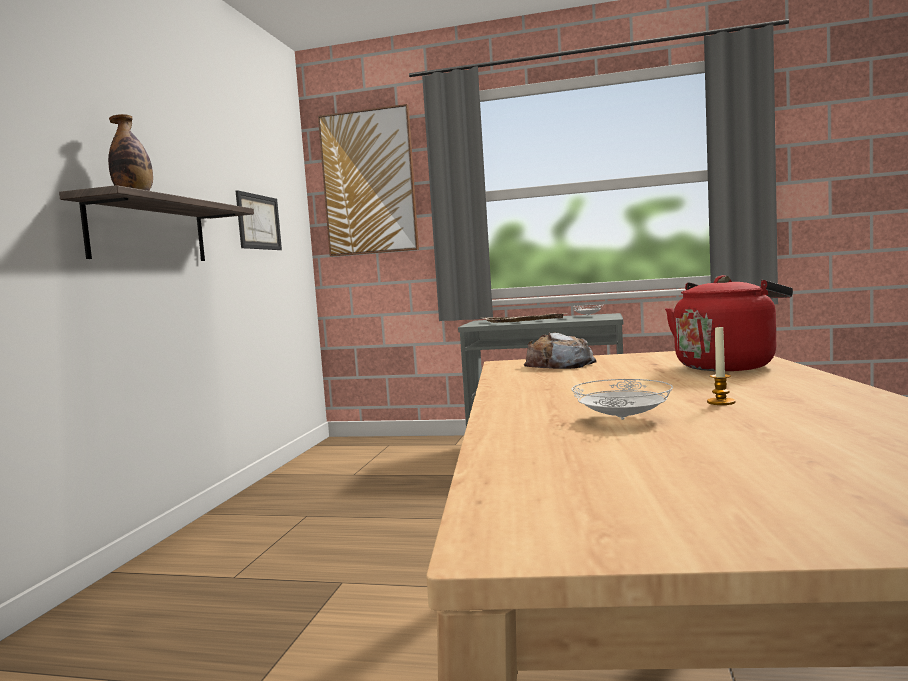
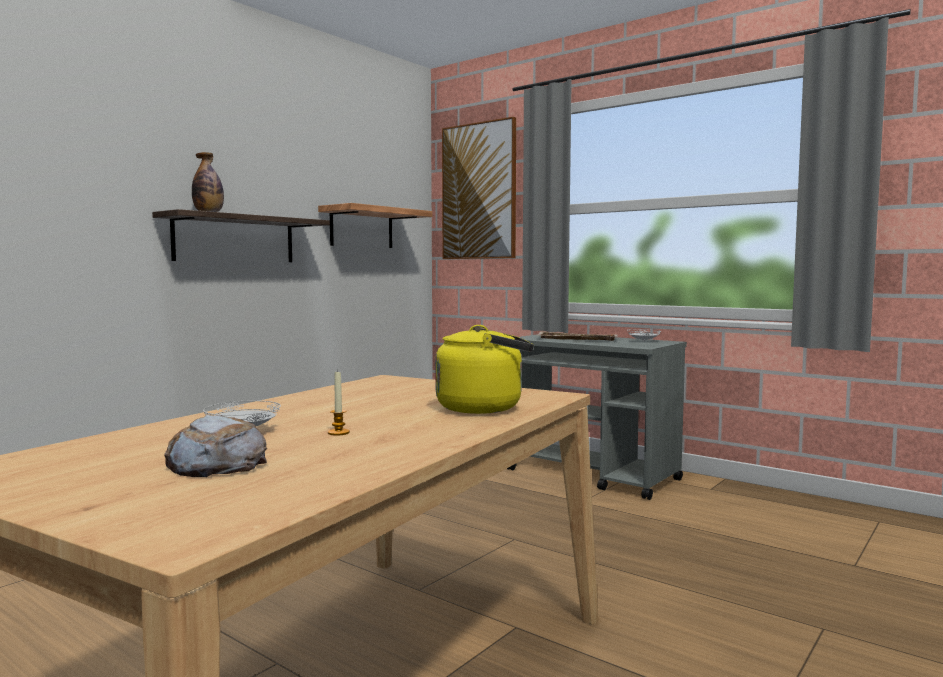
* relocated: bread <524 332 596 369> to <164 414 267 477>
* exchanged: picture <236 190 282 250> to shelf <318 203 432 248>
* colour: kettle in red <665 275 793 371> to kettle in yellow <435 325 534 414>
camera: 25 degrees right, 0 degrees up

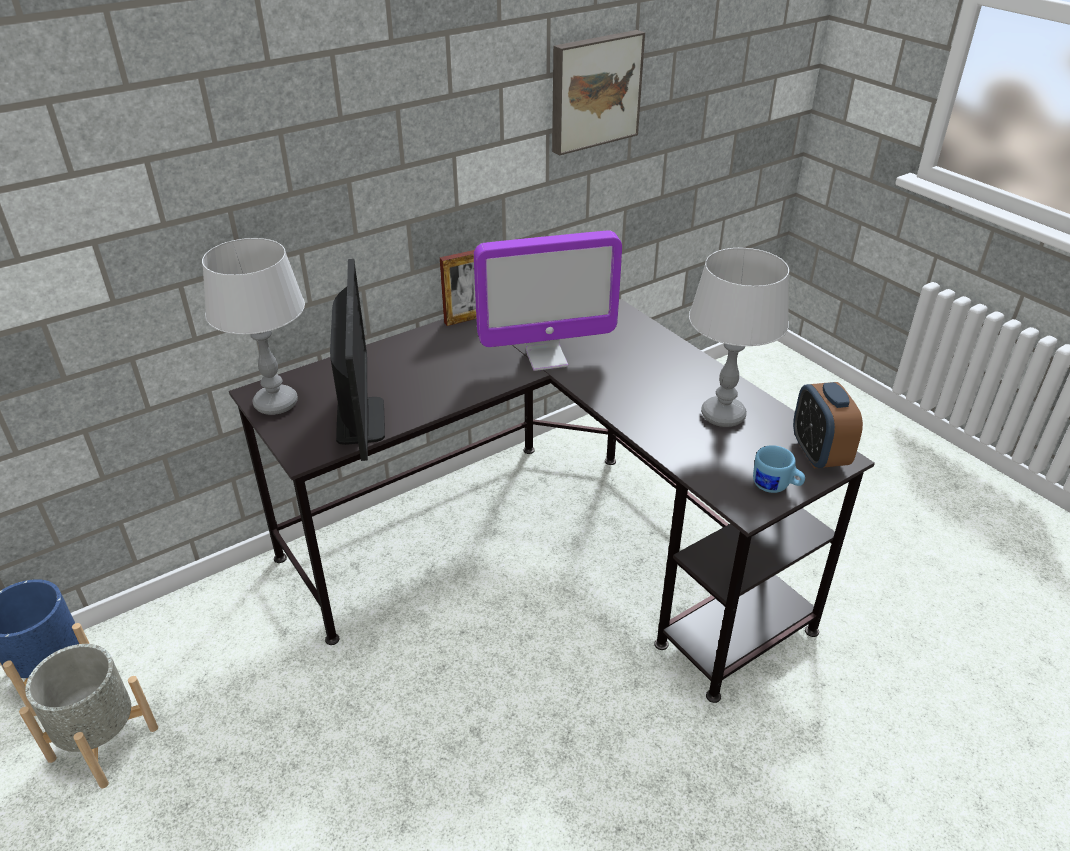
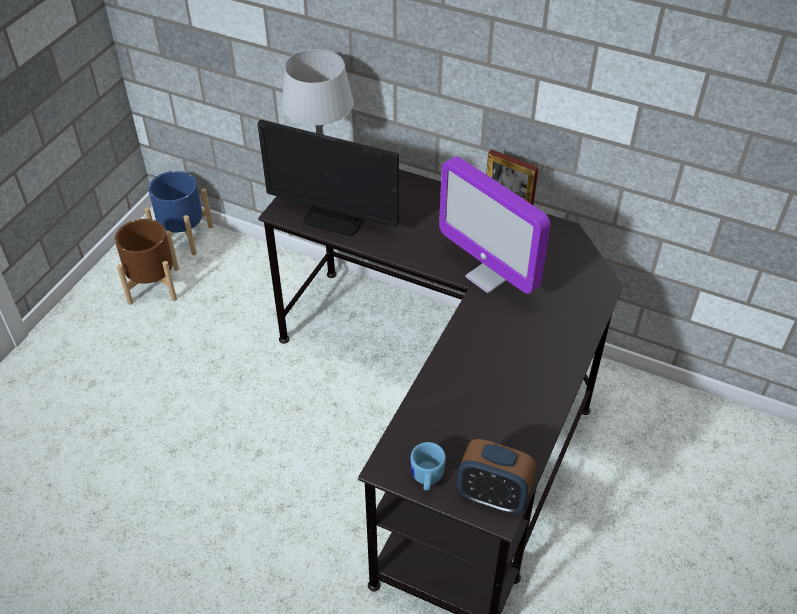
* missing: picture <552 30 645 156>
* missing: table lamp in grey <689 248 789 427>
* colour: planter in grey <19 644 158 788> to planter in brown <115 219 179 305>
* spun: monitor <330 259 385 461> = <257 120 399 236> 60 degrees clockwise
* spun: alarm clock <793 382 863 468> = <457 439 536 513> 120 degrees counterclockwise
camera: 60 degrees right, 10 degrees up

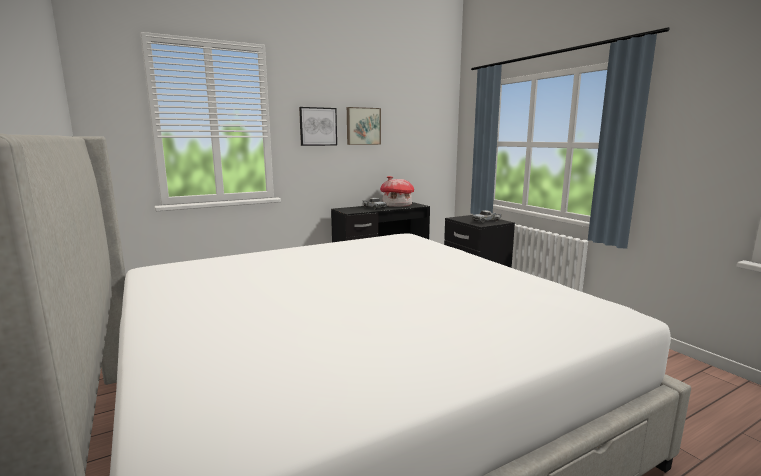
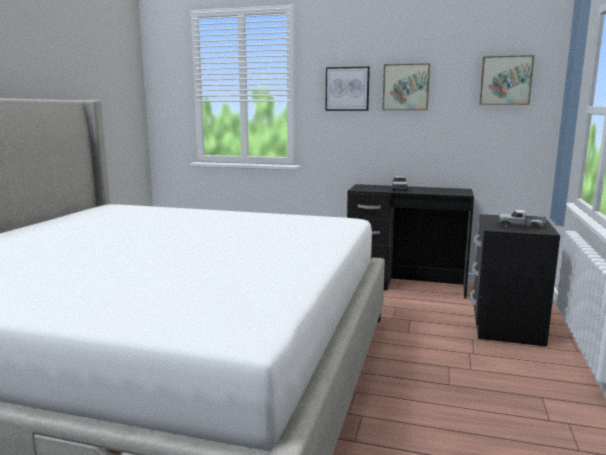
* missing: toy house <380 176 414 207>
* appeared: picture <479 55 534 105>
camera: 45 degrees right, 0 degrees up

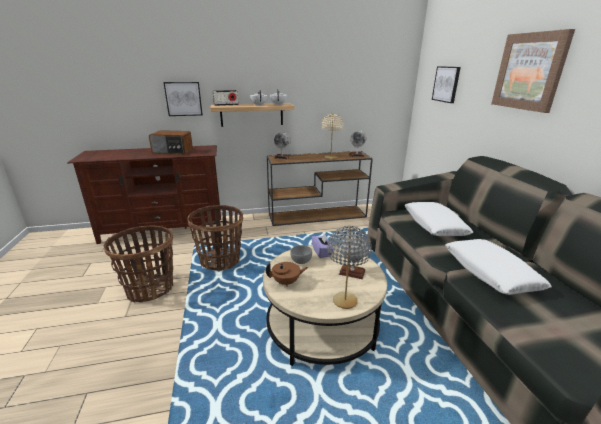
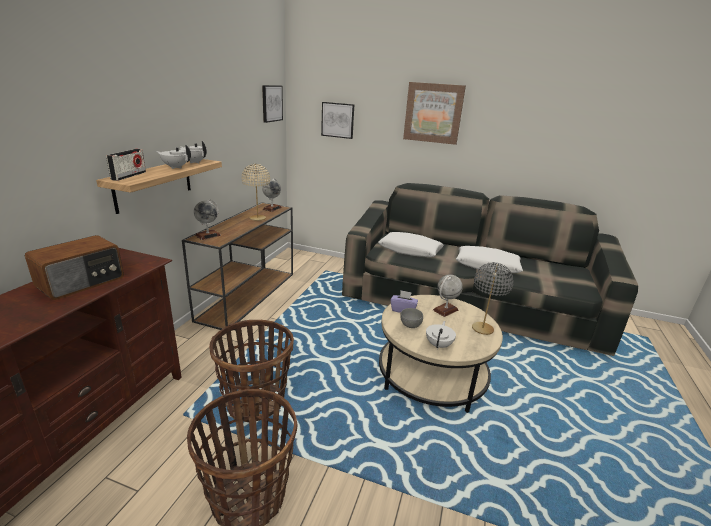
* relocated: picture <163 82 203 116> to <262 85 283 123>
* colour: teapot in brown <266 262 308 287> to teapot in white <426 321 456 349>
camera: 60 degrees left, 0 degrees up

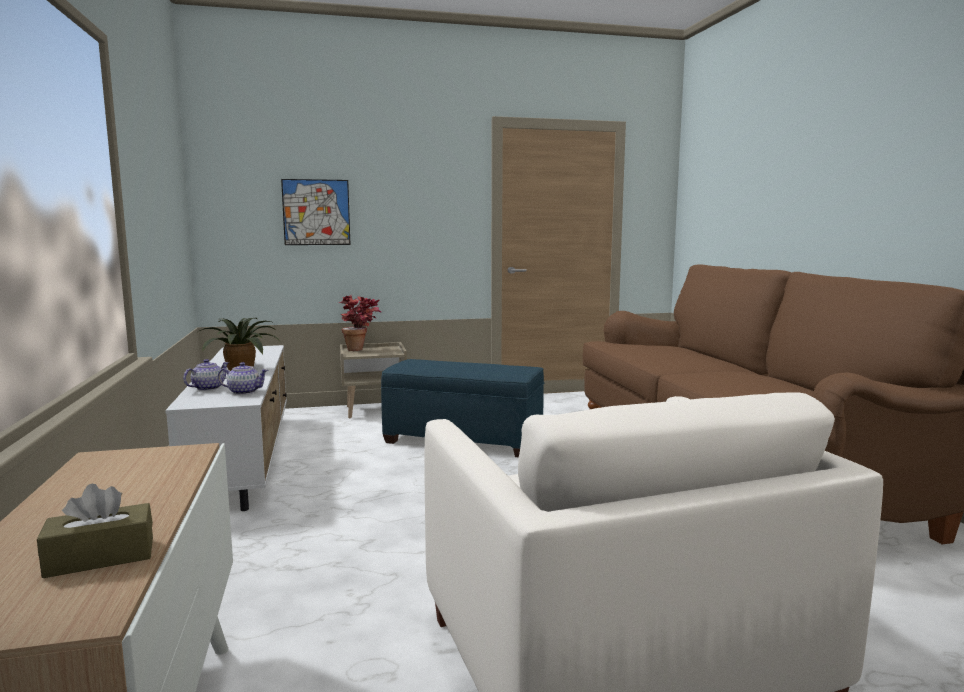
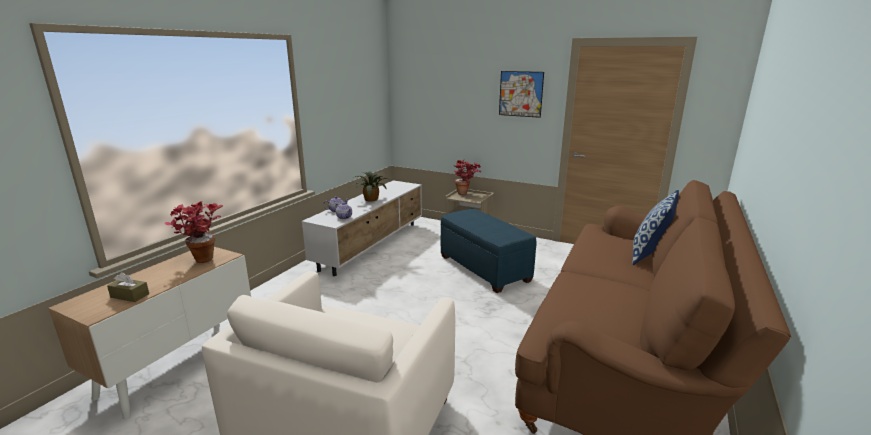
* appeared: potted plant <164 201 223 263>
* appeared: pillow <632 190 679 265>
* relocated: picture <281 179 351 245> to <499 71 544 118>
camera: 40 degrees right, 10 degrees up

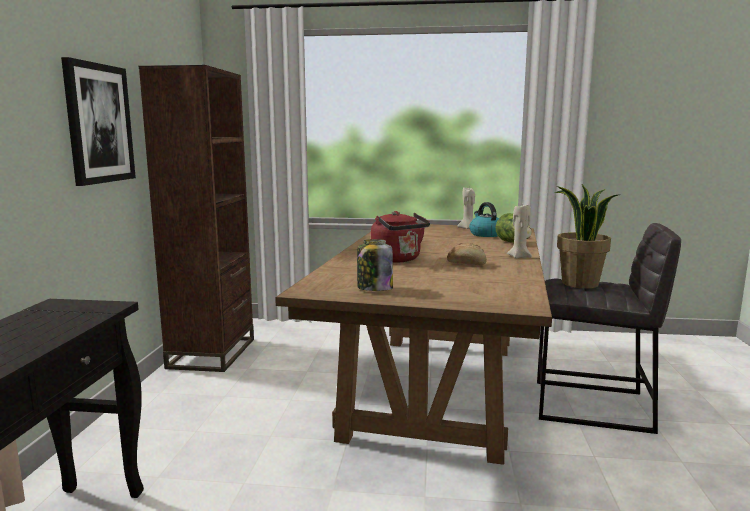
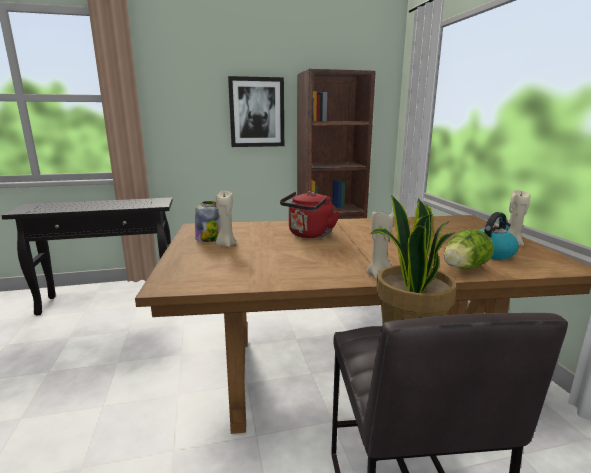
* missing: bread <447 243 487 266>
* appeared: candle in beige <216 191 237 247>
camera: 70 degrees right, 5 degrees up

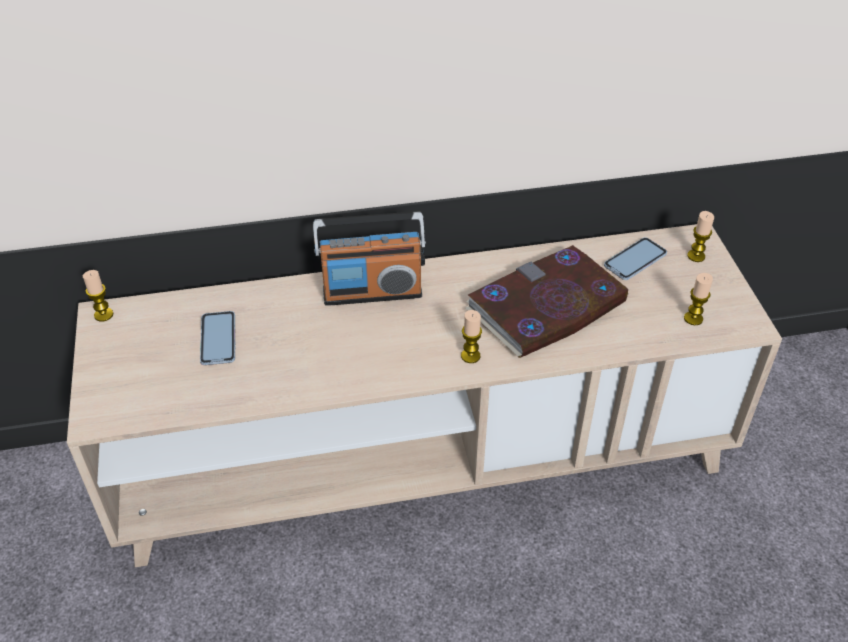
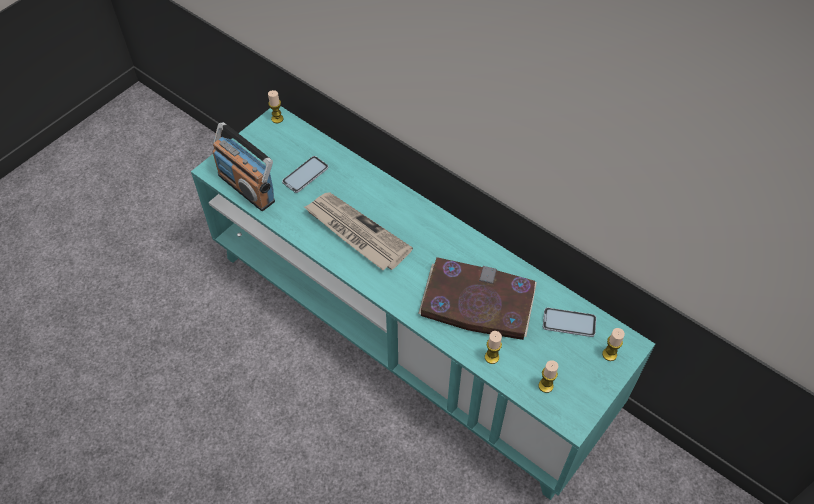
* appeared: newspaper <304 192 413 270>
* relocated: radio <313 212 426 306> to <212 122 275 211>
* relocated: candle <461 310 482 363> to <485 331 502 364>
* colour: tv stand in beige <67 224 782 567> to tv stand in turquoise <191 106 655 500>
camera: 50 degrees right, 10 degrees up

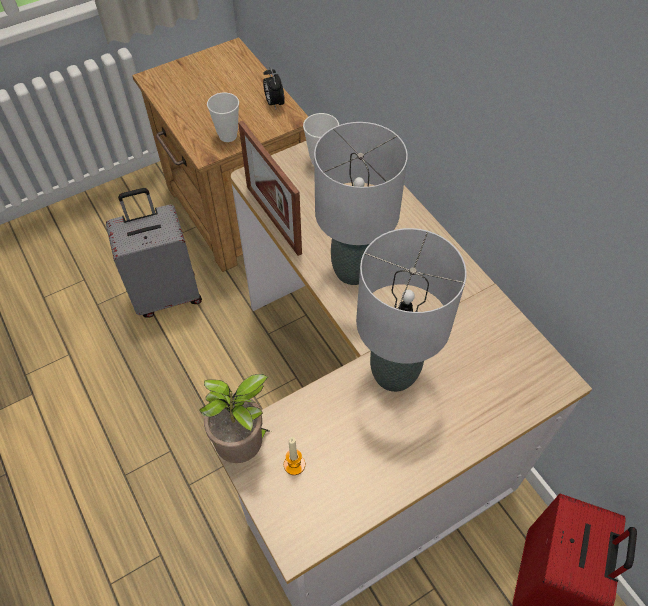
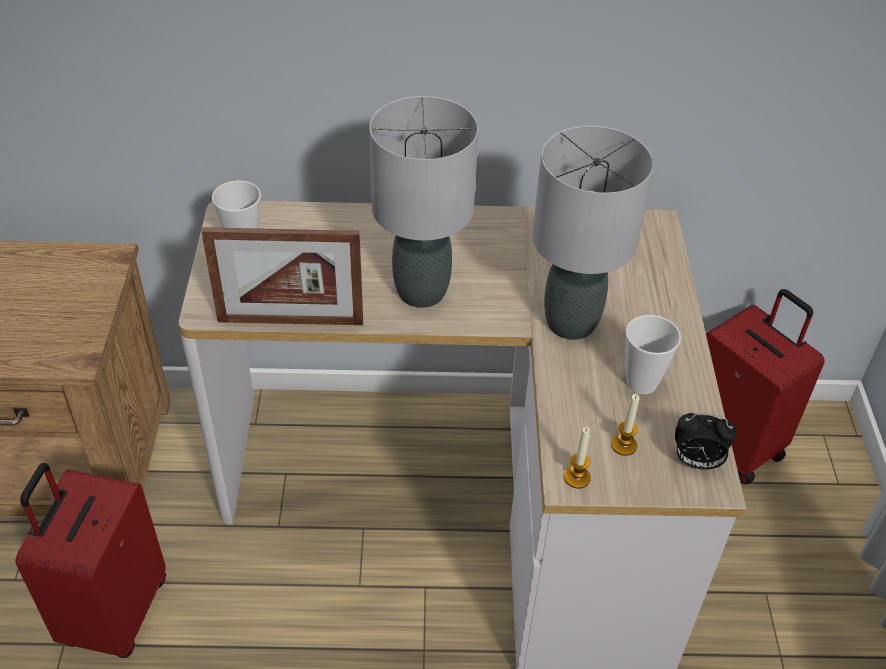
* relocated: cup <207 92 239 142> to <625 315 681 394>
* relocated: alarm clock <263 67 285 109> to <675 413 737 470>
* exchanged: potted plant <199 374 271 463> to candle <564 427 591 489>
* colour: suitcase in grey <106 188 202 318> to suitcase in red <16 463 166 658>
camera: 60 degrees left, 10 degrees down

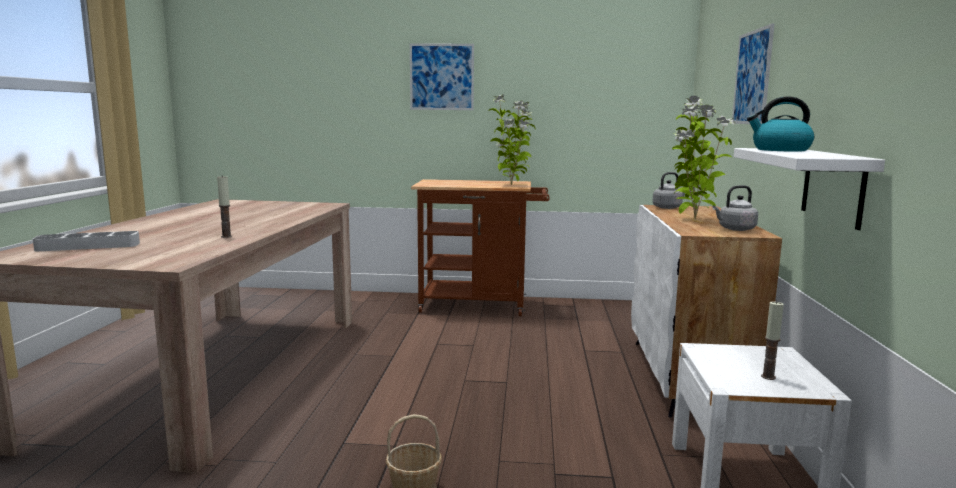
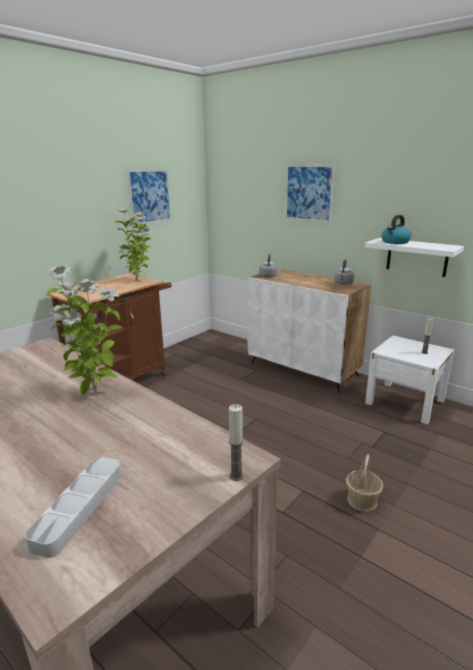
* relocated: candle <217 176 232 238> to <229 404 243 481>
* relocated: picture <410 44 474 110> to <127 169 171 225>
* relocated: potted plant <672 96 736 219> to <47 265 122 395>
camera: 55 degrees left, 10 degrees up

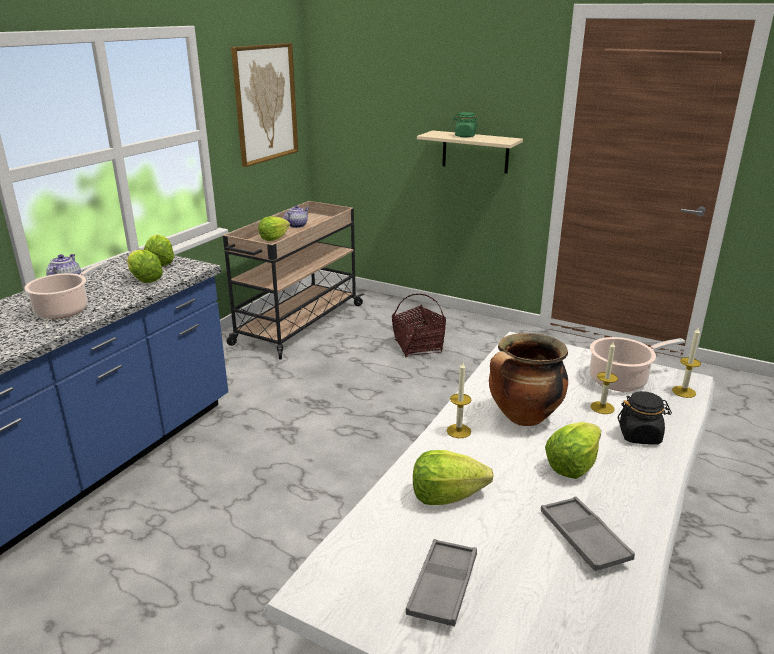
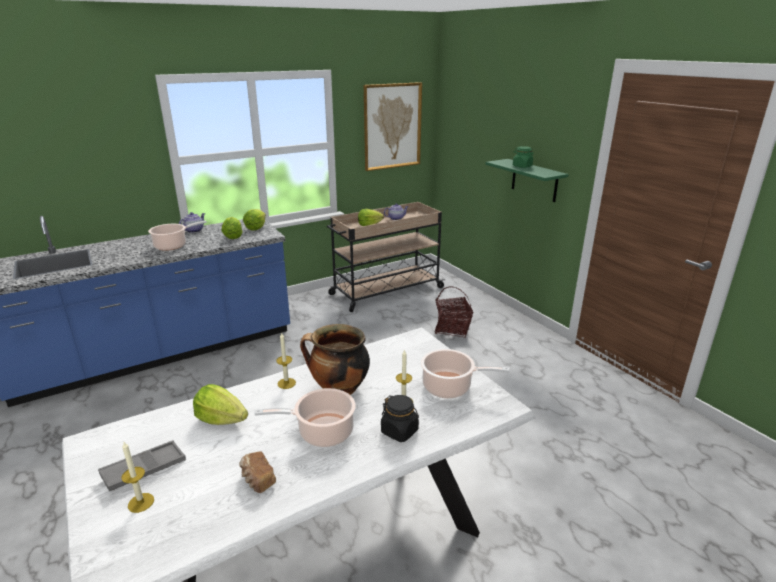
* relocated: candle <672 328 701 398> to <122 442 154 513>
* exchanged: tray in grey <541 497 635 571> to bread <240 451 276 493>
* exchanged: lettuce <545 422 601 479> to cooking pot <255 388 356 447>
* colour: shelf in beige <417 130 523 174> to shelf in green <485 159 568 202>
camera: 30 degrees right, 0 degrees up

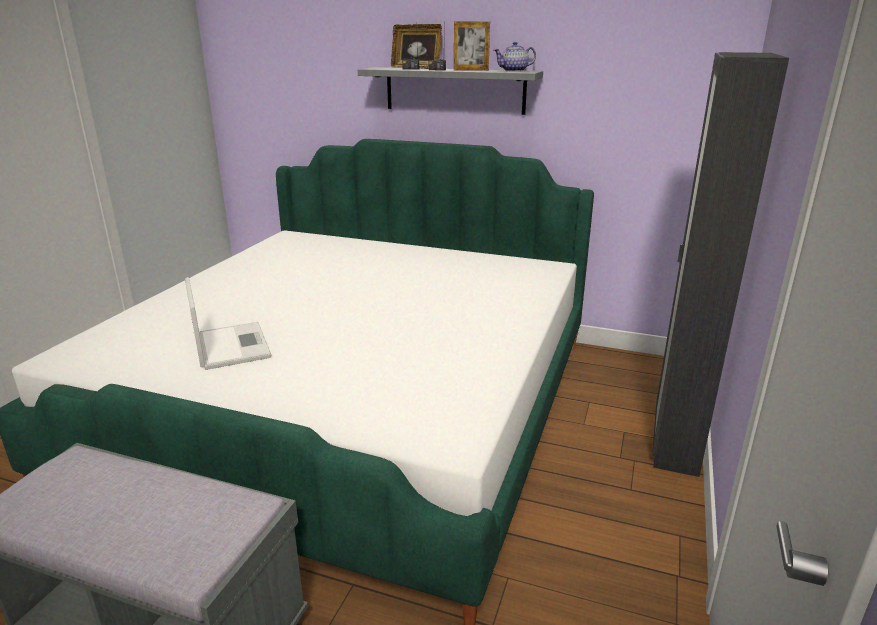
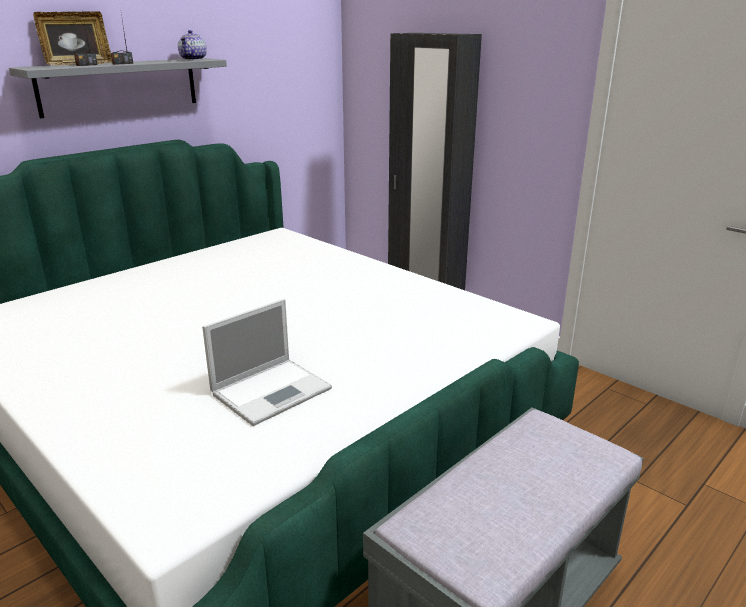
* missing: picture frame <454 22 490 71>
* spun: laptop <185 277 271 370> = <202 299 332 426> 135 degrees clockwise
camera: 65 degrees left, 0 degrees up

